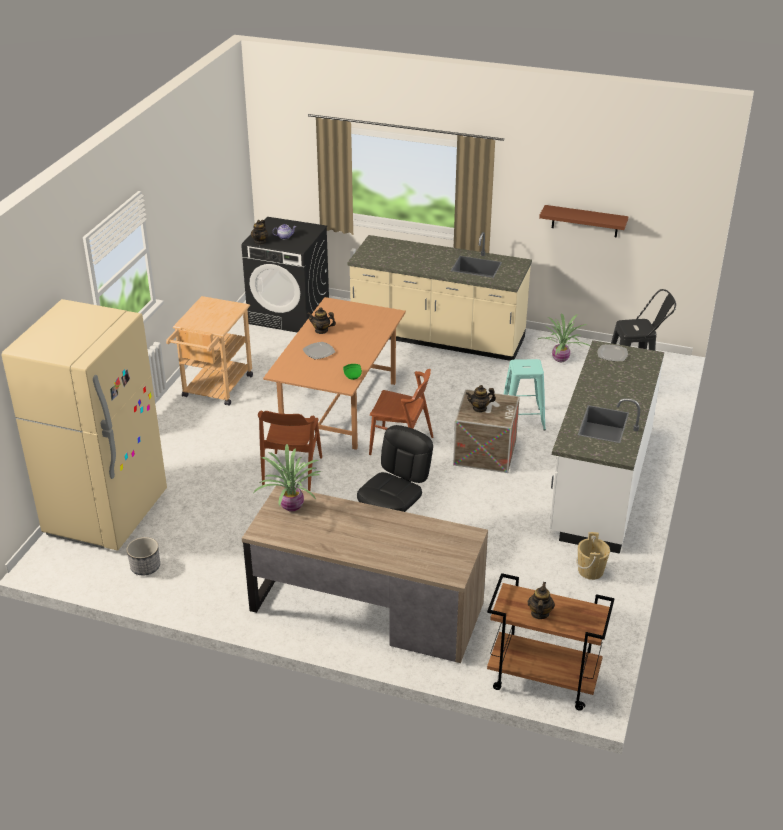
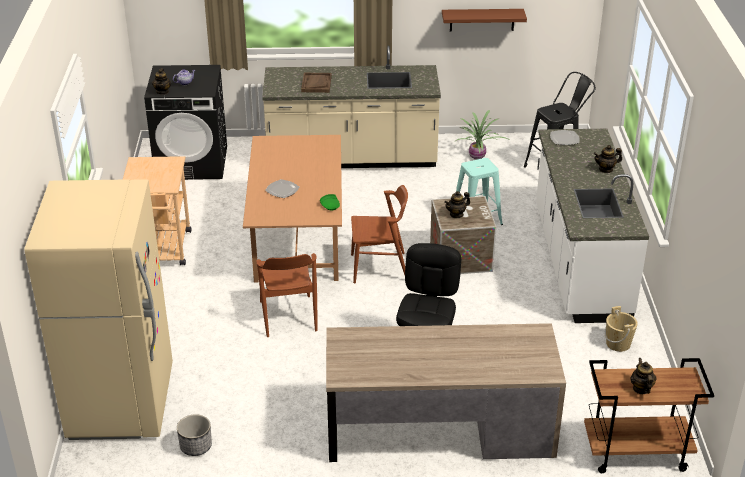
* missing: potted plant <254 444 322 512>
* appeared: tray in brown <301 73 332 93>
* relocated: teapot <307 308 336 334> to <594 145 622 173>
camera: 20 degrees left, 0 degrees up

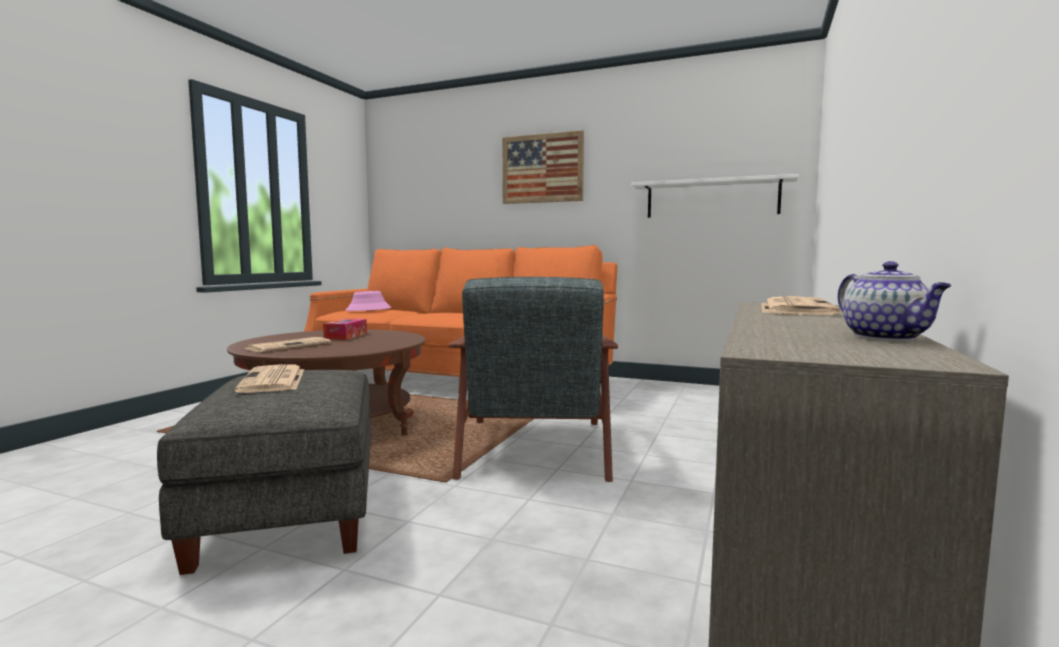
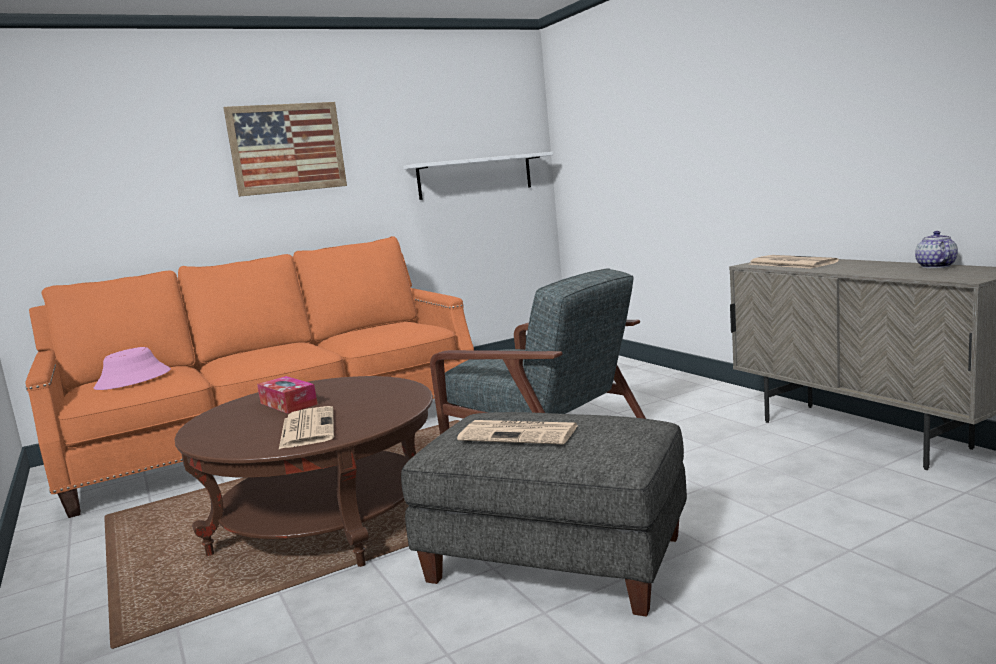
* spun: teapot <838 261 952 341> = <915 231 958 268> 105 degrees counterclockwise
camera: 50 degrees left, 5 degrees up

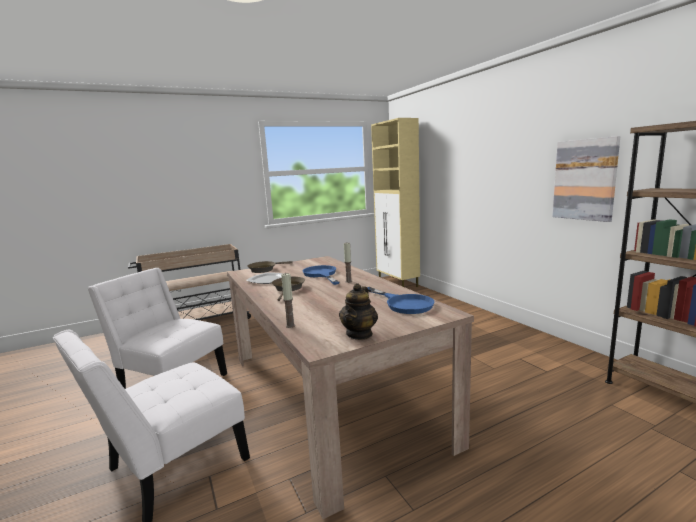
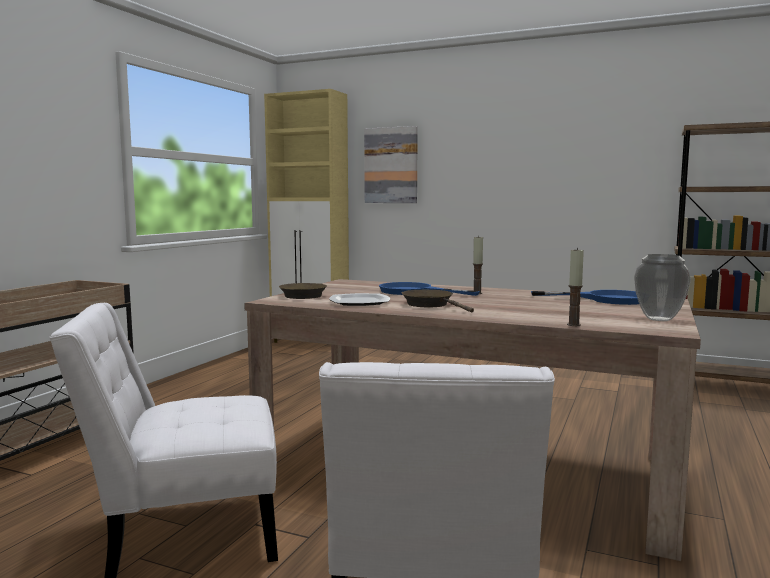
* relocated: picture <552 136 620 222> to <364 126 418 203>
* exchanged: teapot <339 283 378 340> to vase <634 254 691 321>
camera: 40 degrees left, 5 degrees down

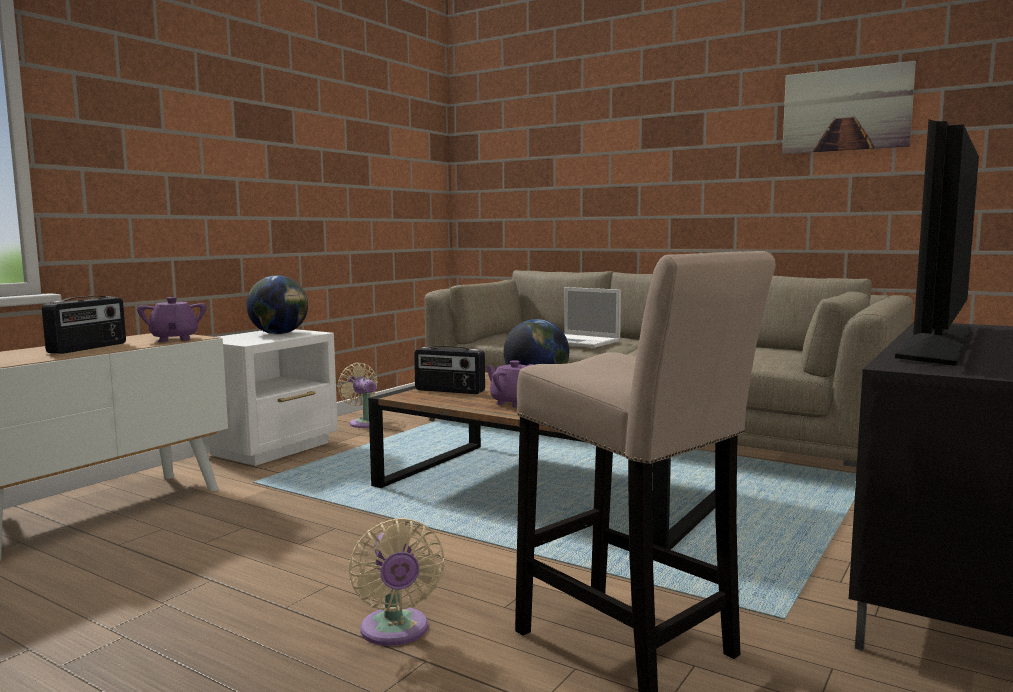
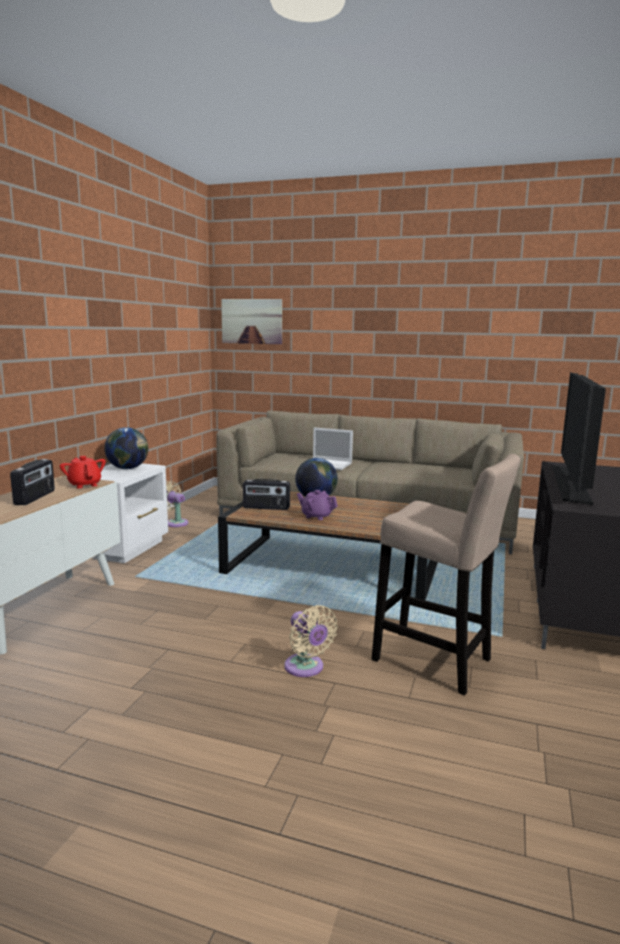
* relocated: picture <782 61 916 154> to <221 299 282 344>
* colour: teapot in purple <137 297 206 342> to teapot in red <60 456 106 489>
camera: 15 degrees left, 5 degrees up

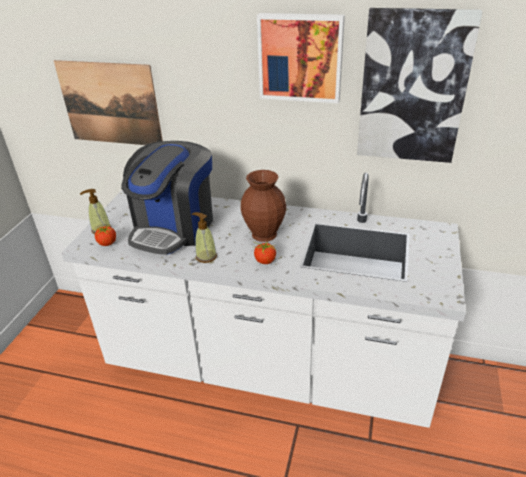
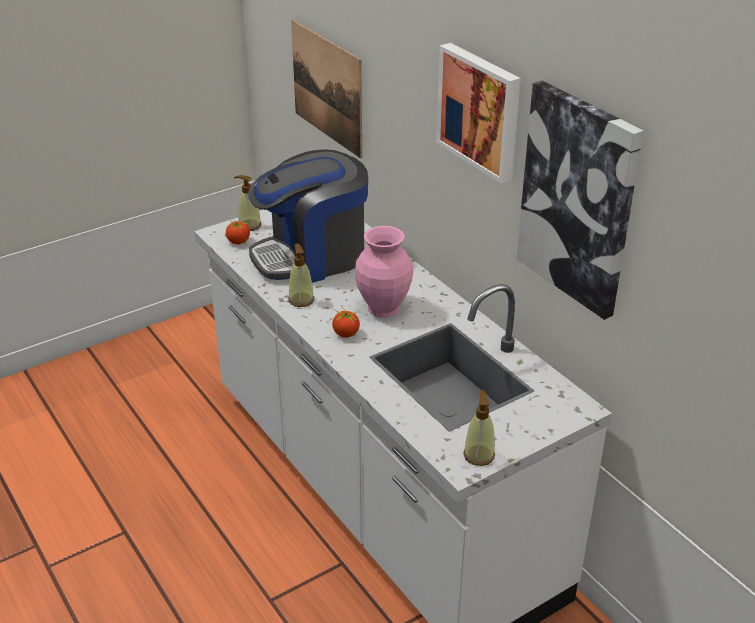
* appeared: soap dispenser <463 390 495 466>
* colour: vase in brown <240 170 286 242> to vase in pink <355 226 413 318>
camera: 40 degrees right, 0 degrees up

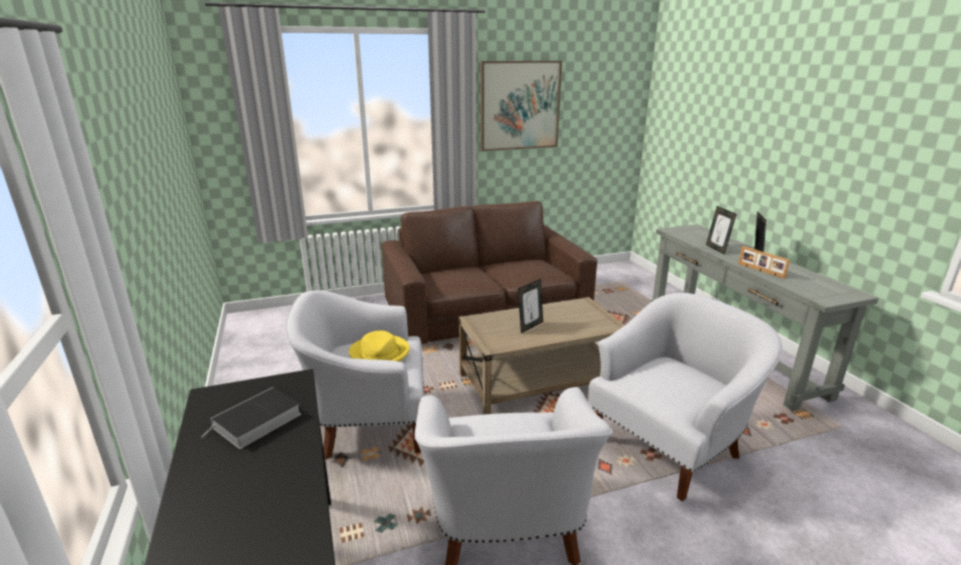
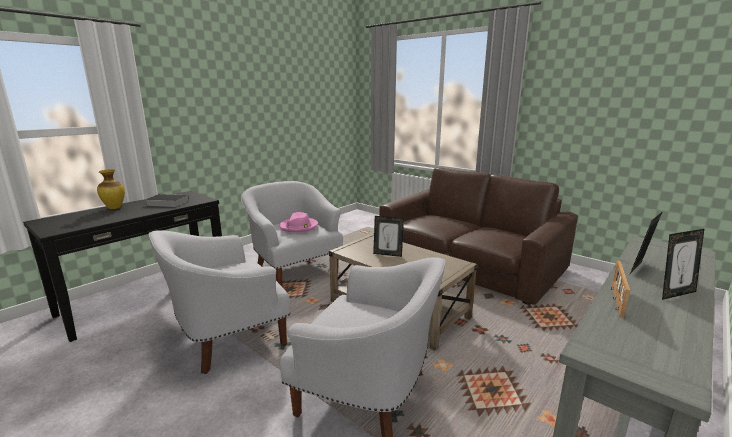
* missing: picture <480 61 562 151>
* appeared: vase <97 170 125 209>
* colour: hat in yellow <349 331 410 362> to hat in pink <280 212 318 233>
camera: 60 degrees right, 5 degrees down

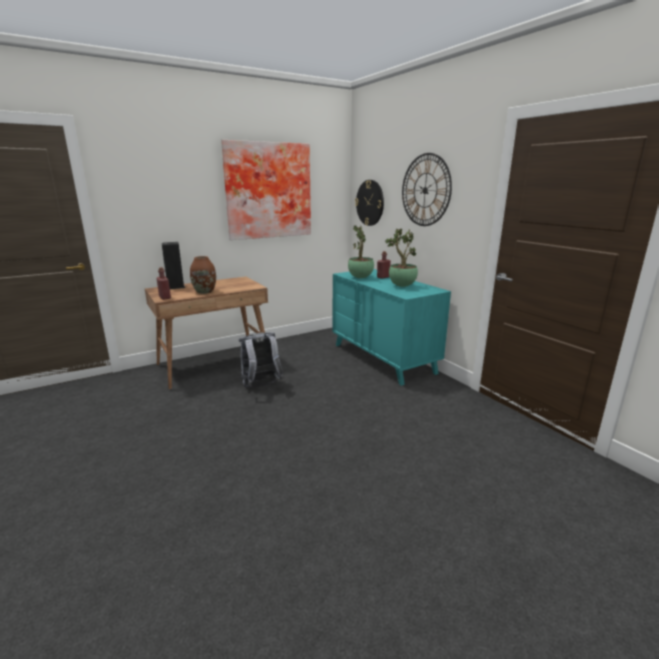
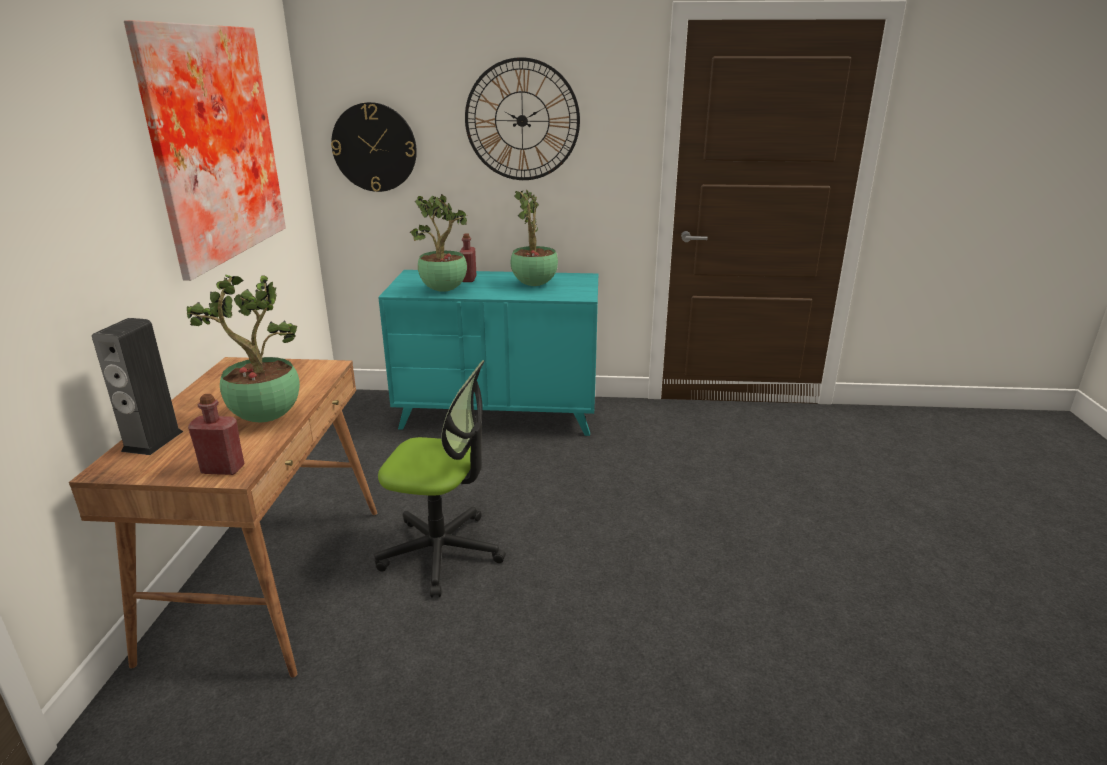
* exchanged: vase in brown <190 256 216 294> to potted plant <186 275 300 422>
* exchanged: backpack in grey <239 332 284 388> to office chair <375 360 506 598>
camera: 55 degrees left, 5 degrees up

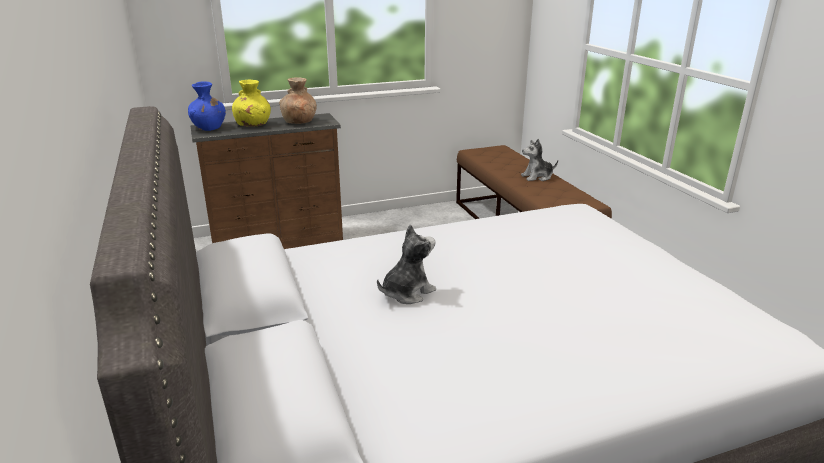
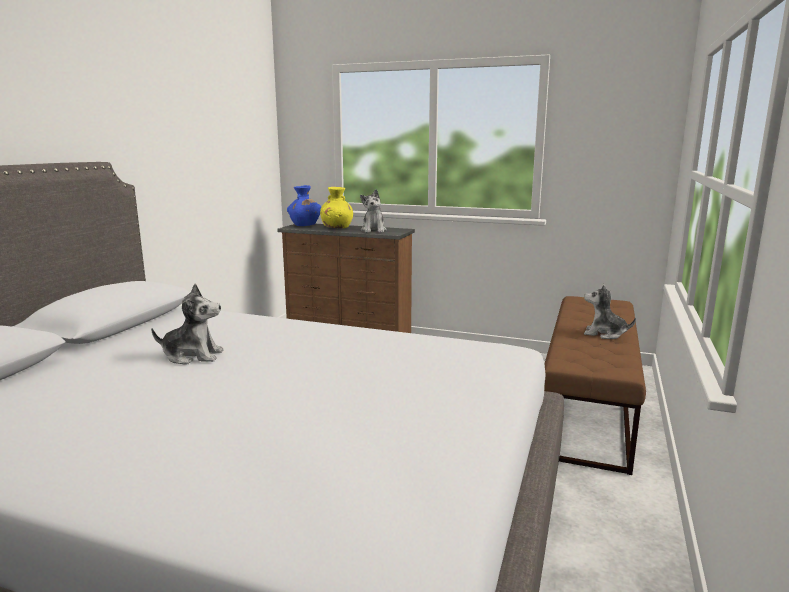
* exchanged: vase in brown <279 78 317 124> to plush toy <360 189 387 233>
camera: 40 degrees right, 10 degrees down

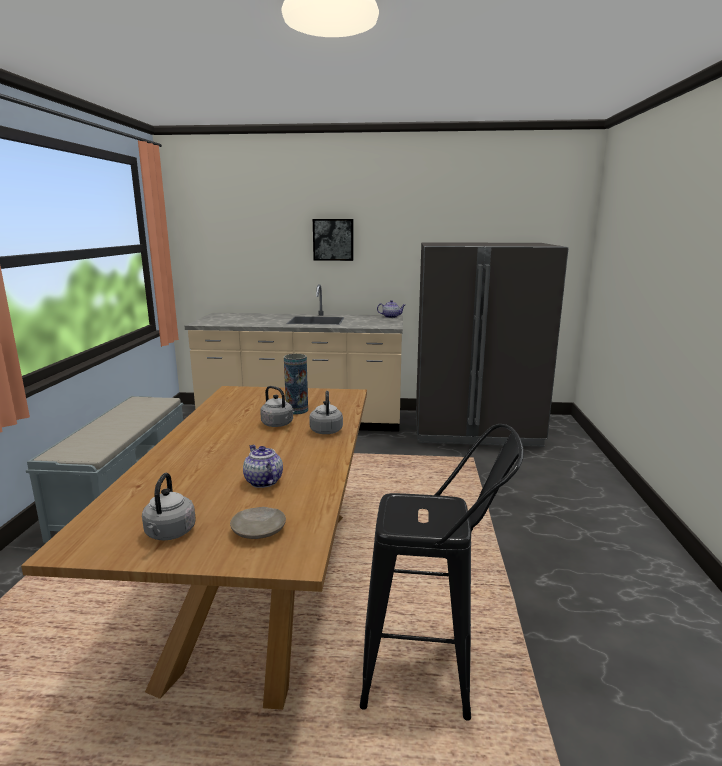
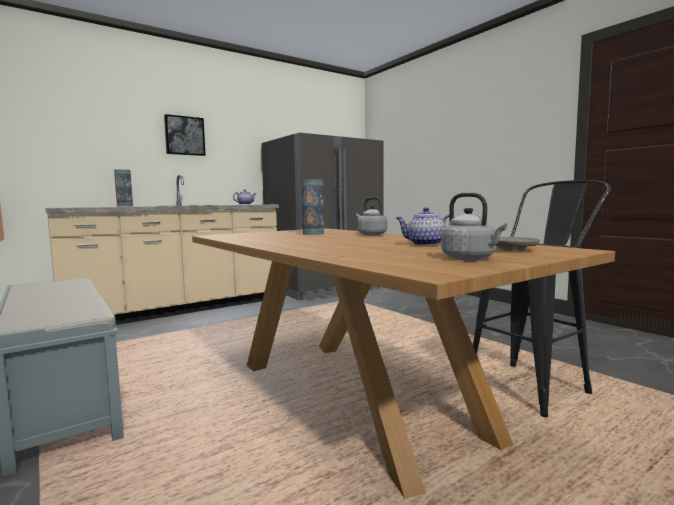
* missing: kettle in grey <260 386 295 427>
* appeared: vase <114 169 133 207>
camera: 40 degrees left, 10 degrees down

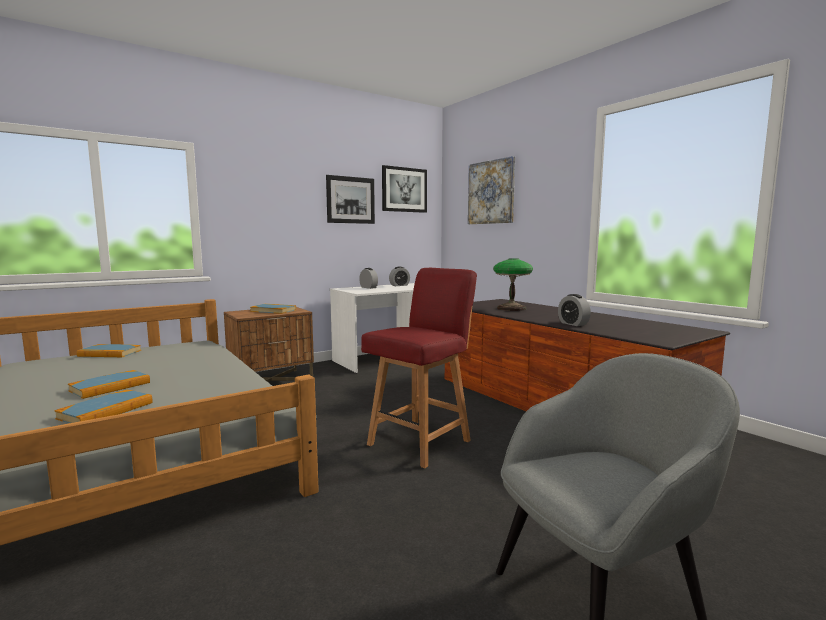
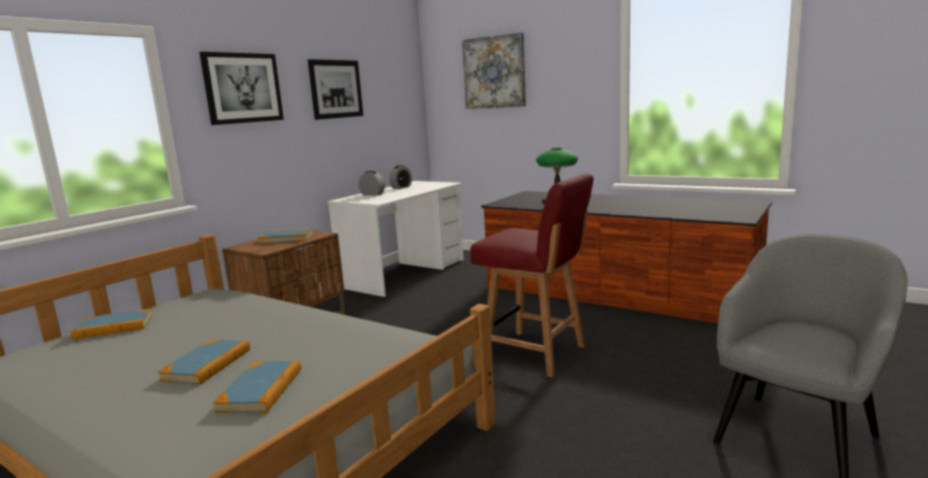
* missing: alarm clock <558 294 591 326>
* relocated: picture <382 165 427 213> to <199 52 284 125>
* spun: chair in red <361 268 477 469> = <470 173 594 378> 105 degrees clockwise
camera: 20 degrees left, 5 degrees up

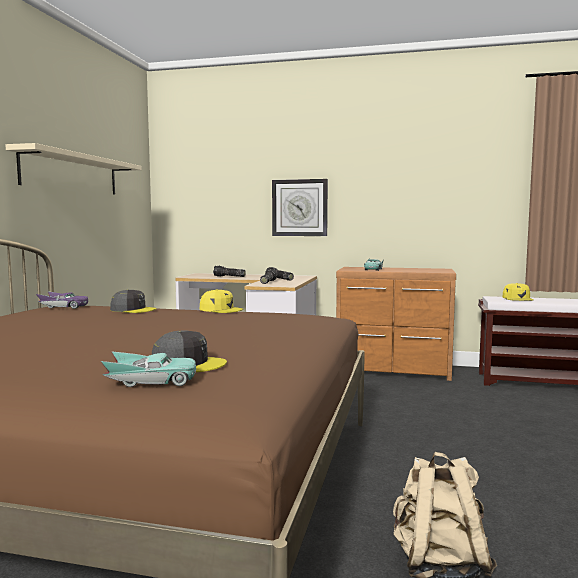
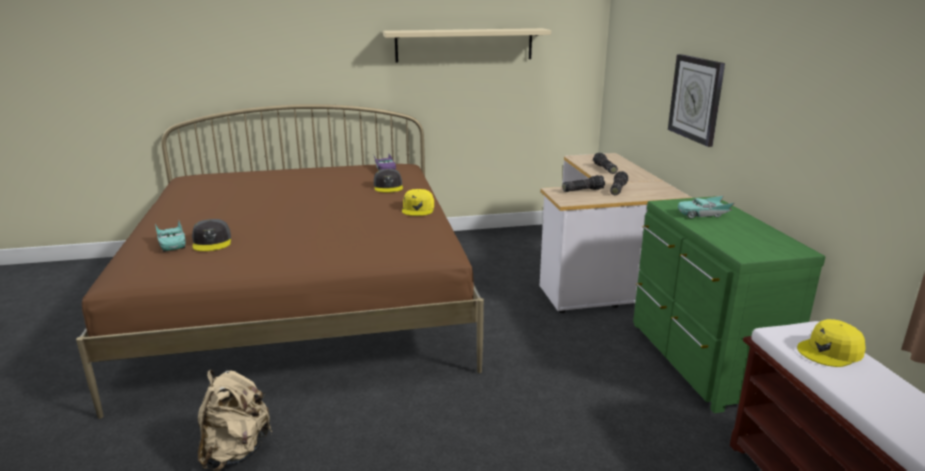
* colour: dresser in brown <336 267 456 381> to dresser in green <633 196 825 413>
camera: 65 degrees right, 15 degrees up

